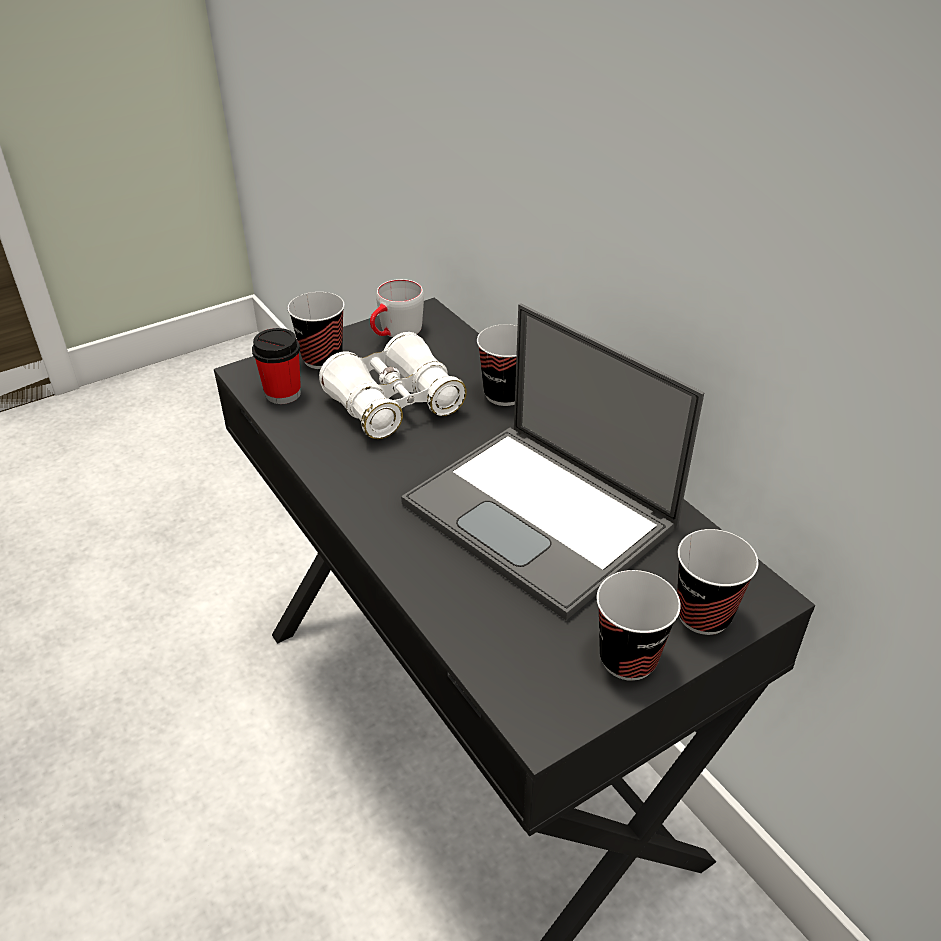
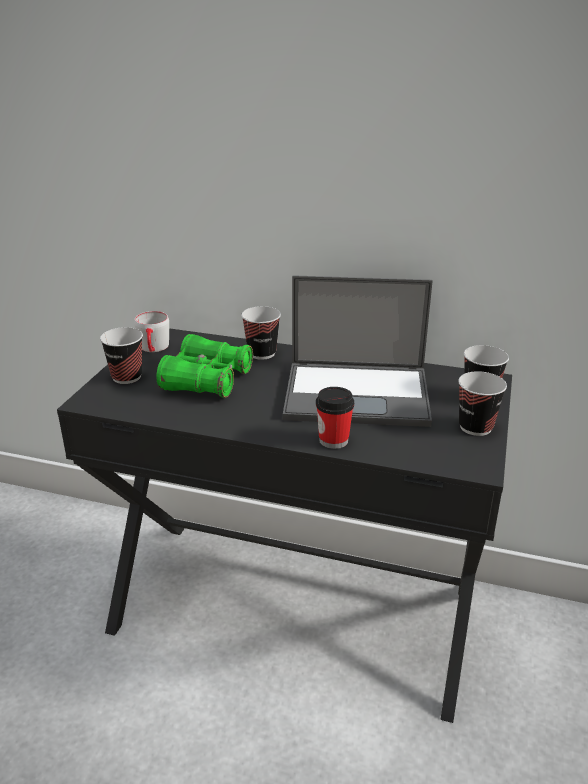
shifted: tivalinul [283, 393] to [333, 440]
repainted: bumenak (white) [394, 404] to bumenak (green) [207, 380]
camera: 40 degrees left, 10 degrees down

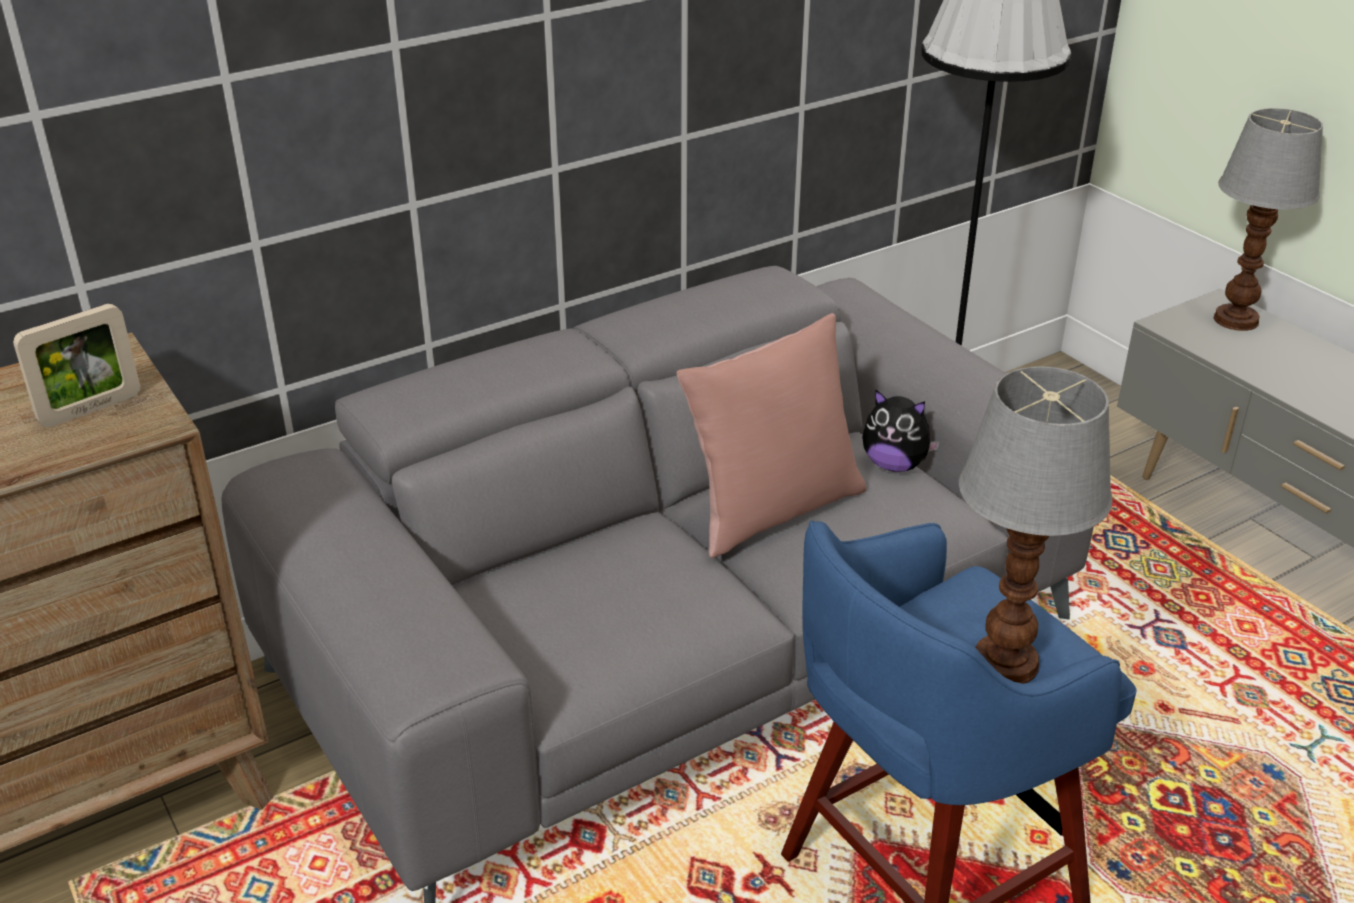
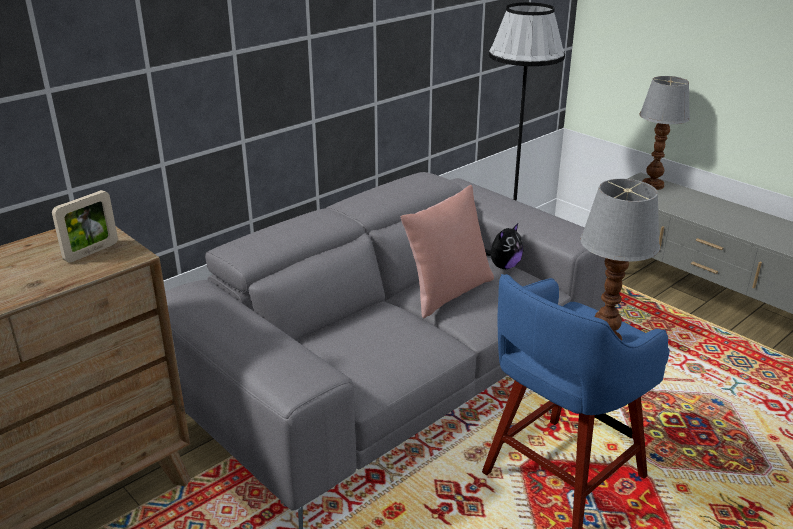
rotated: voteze [895, 465] = [503, 266] 60 degrees counterclockwise
camera: 10 degrees left, 5 degrees down

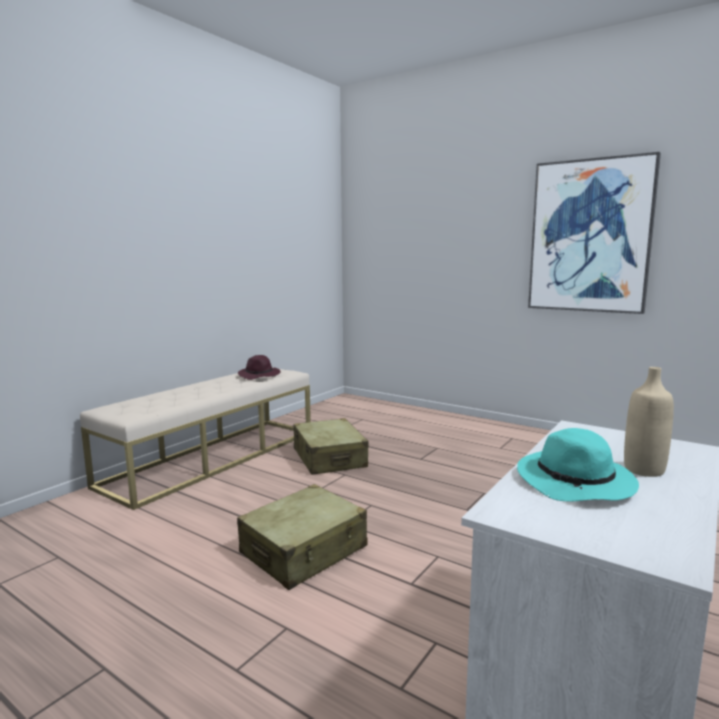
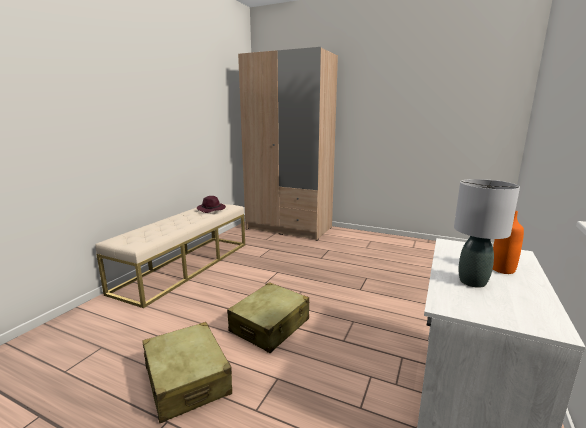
gone: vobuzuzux [590, 236]
new: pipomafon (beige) [289, 228]
shifted: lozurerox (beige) [329, 458] to [187, 380]
swapped: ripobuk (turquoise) [576, 483] to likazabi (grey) [473, 282]
repainted: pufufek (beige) [644, 470] to pufufek (orange) [502, 269]
camera: 10 degrees left, 5 degrees up

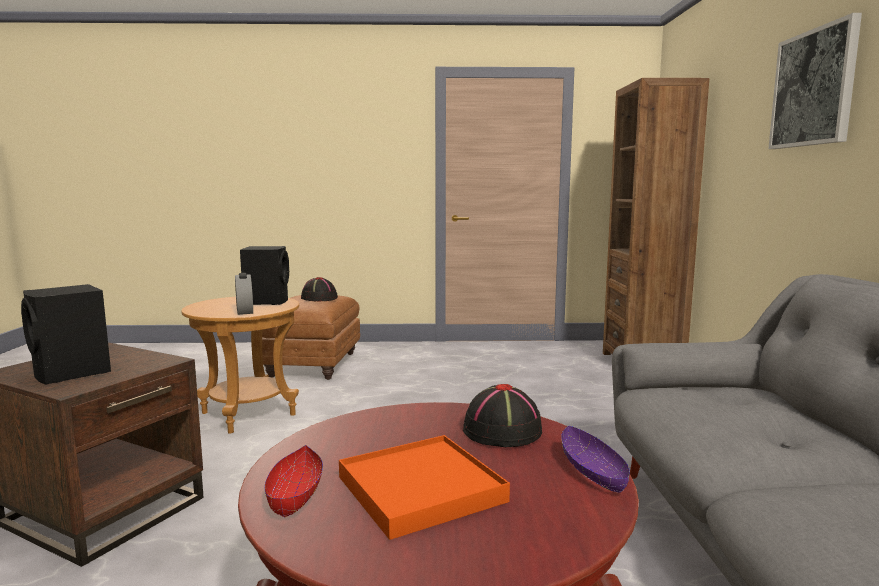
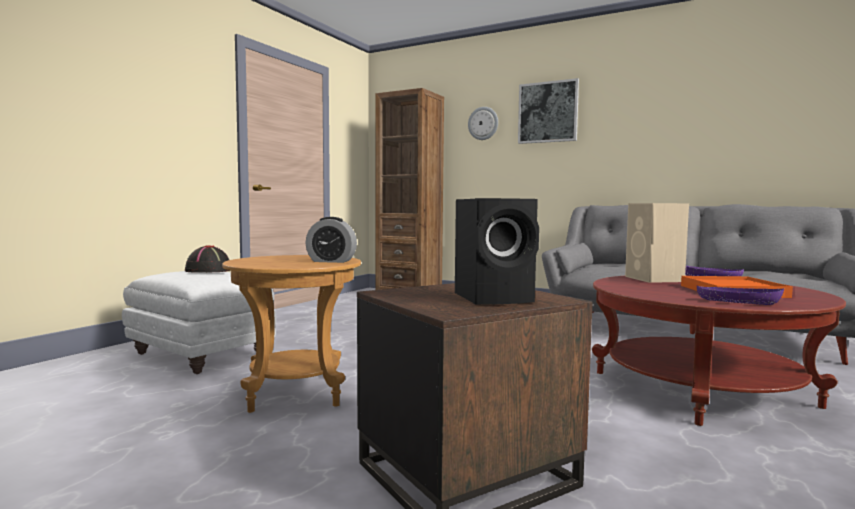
gone: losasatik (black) [267, 301]
new: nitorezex [483, 123]
swapped: ripobuk (black) [502, 431] to losasatik (beige) [654, 279]
repainted: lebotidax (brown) [313, 364] to lebotidax (white) [199, 355]; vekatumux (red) [295, 492] to vekatumux (purple) [738, 302]
camera: 60 degrees left, 5 degrees down

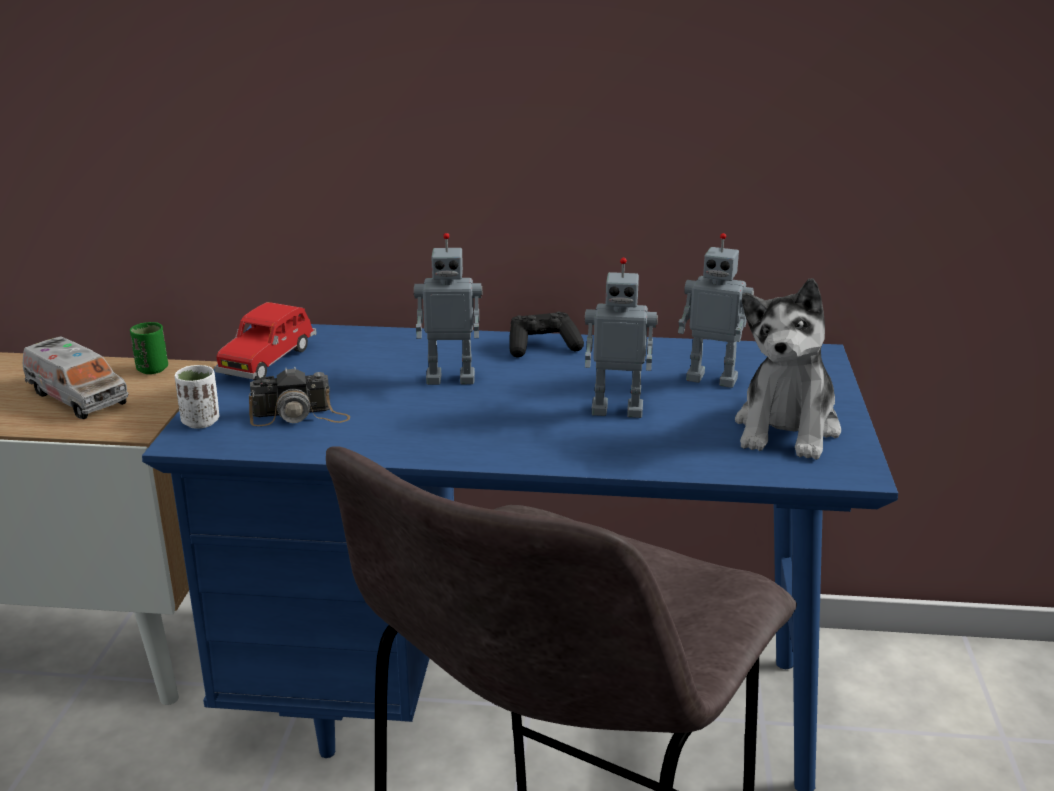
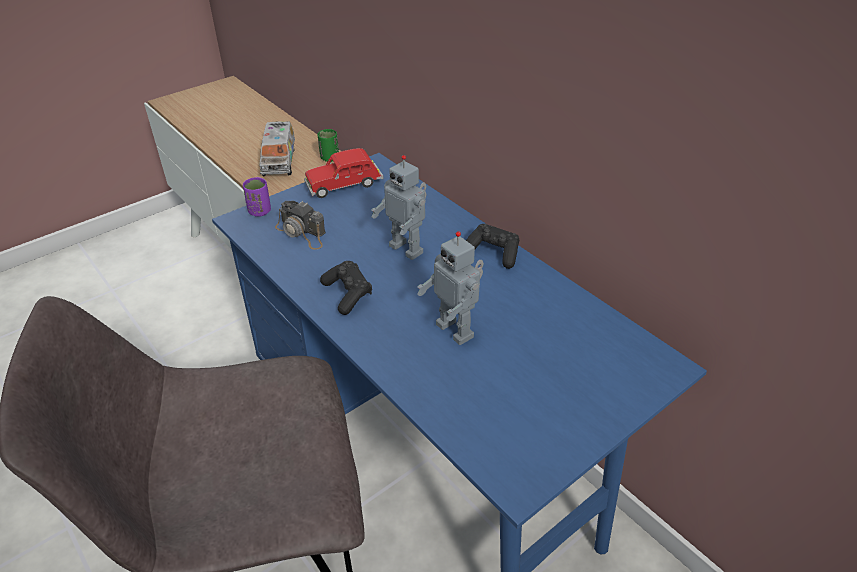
gone: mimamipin [712, 379]; voteze [787, 429]
new: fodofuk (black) [348, 294]
repainted: tivalinul (white) [201, 422] to tivalinul (purple) [259, 211]
camera: 45 degrees right, 15 degrees up

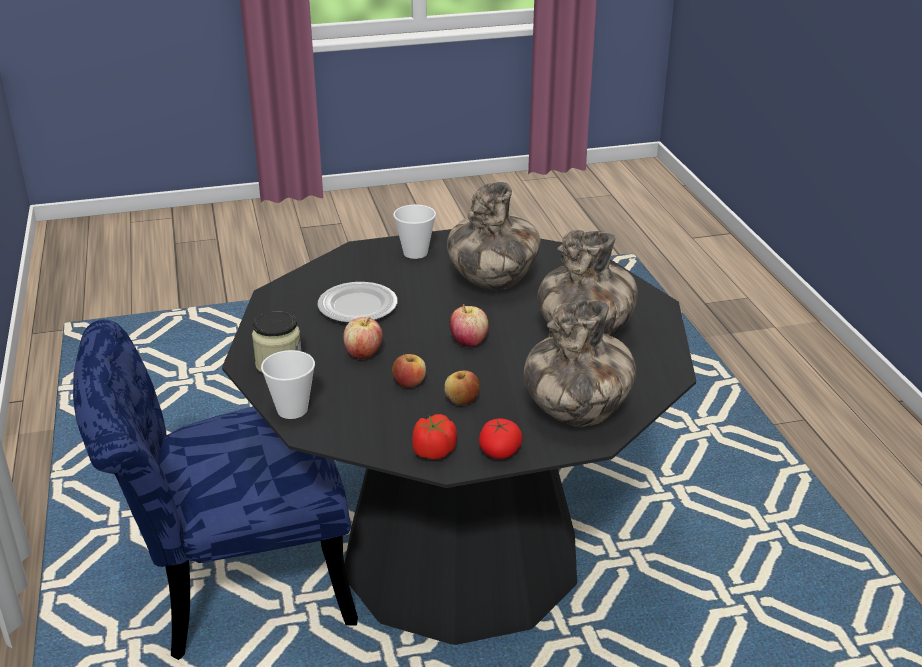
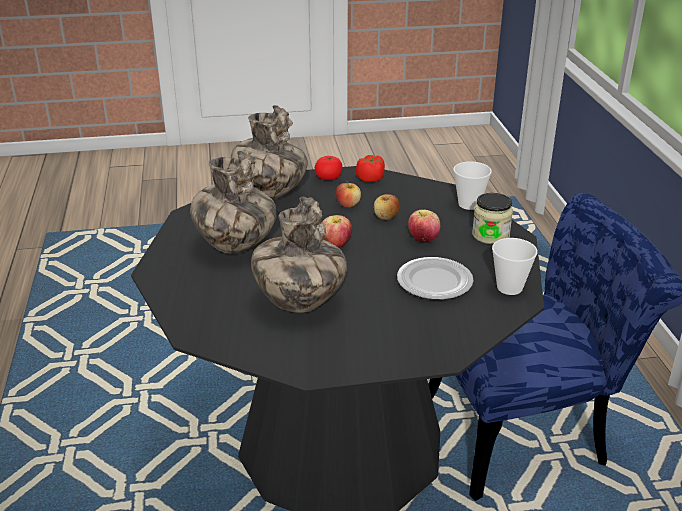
shifted: tivalinul [415, 253] to [509, 287]
camera: 175 degrees left, 0 degrees up

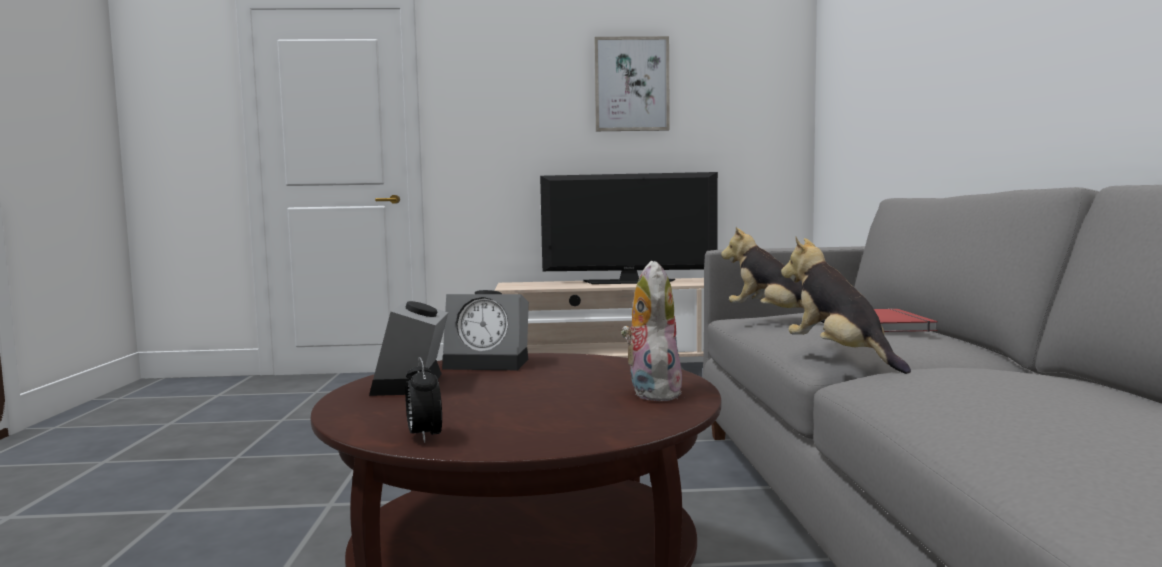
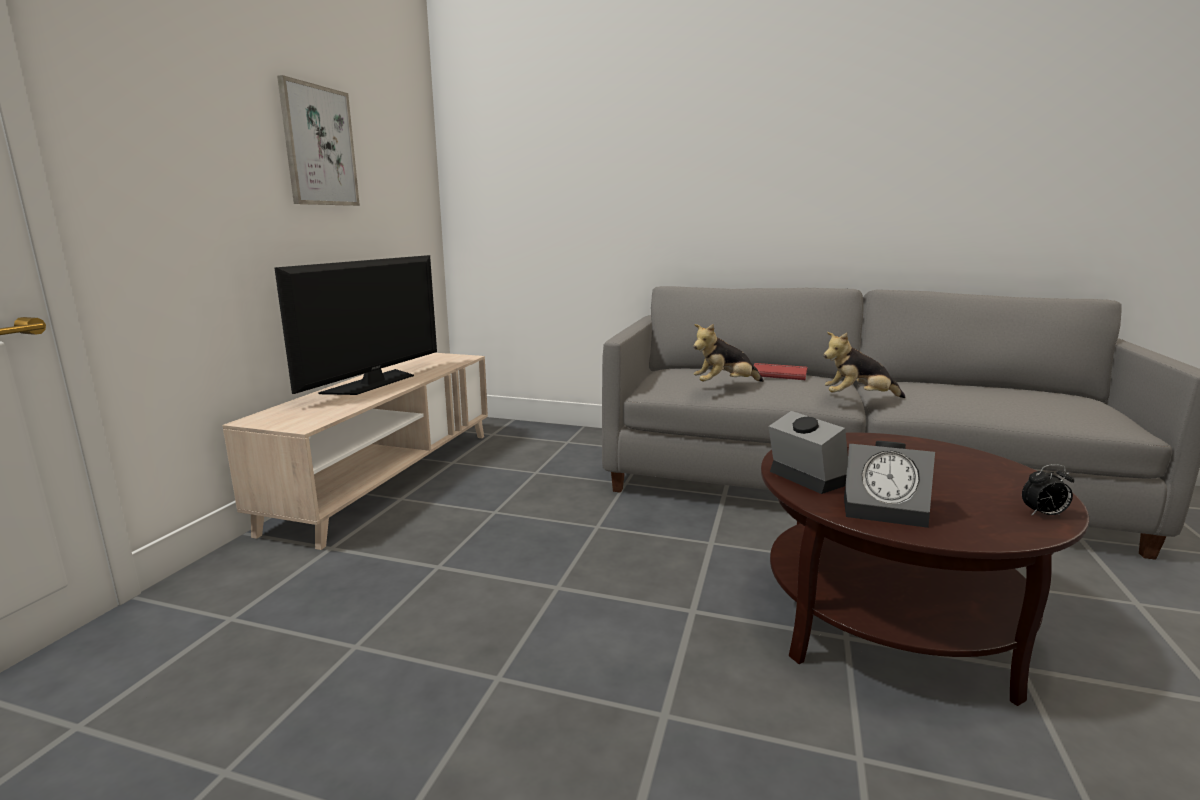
gone: voteze [651, 392]
rotated: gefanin [490, 363] = [804, 477] 60 degrees counterclockwise
camera: 70 degrees left, 10 degrees up

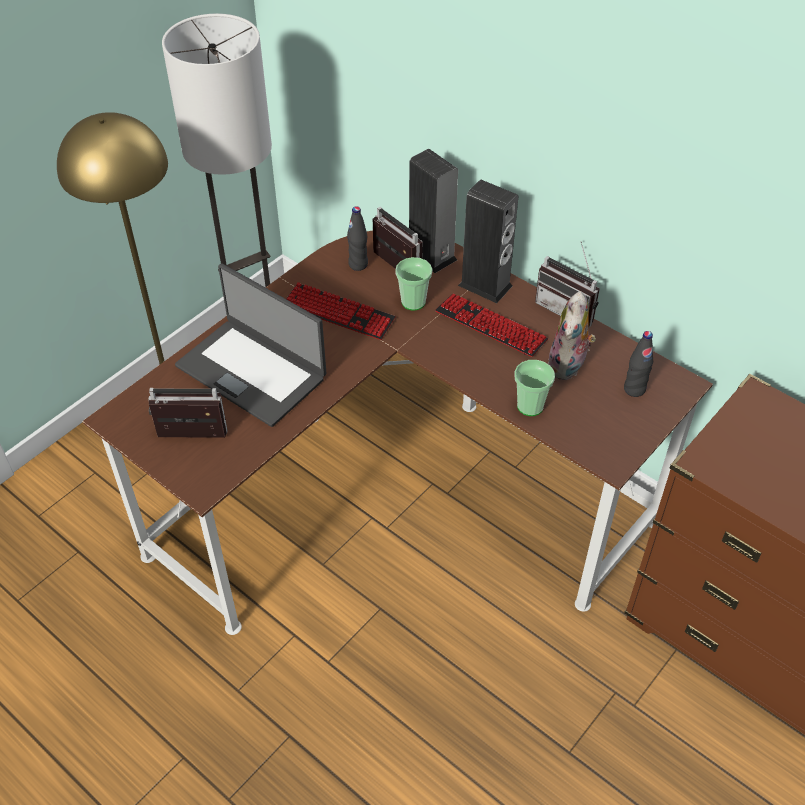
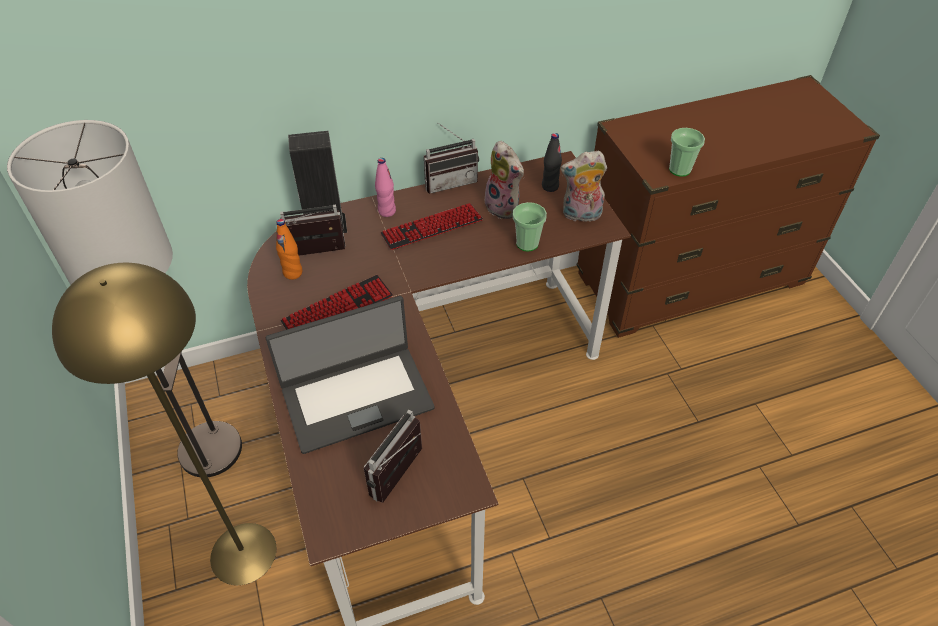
new: voteze [580, 215]
shifted: tivalinul [413, 302] to [679, 169]
swapped: losasatik [485, 285] to pufufek (pink) [387, 211]
repainted: pufufek (black) [358, 264] to pufufek (orange) [293, 273]
camera: 60 degrees left, 0 degrees up

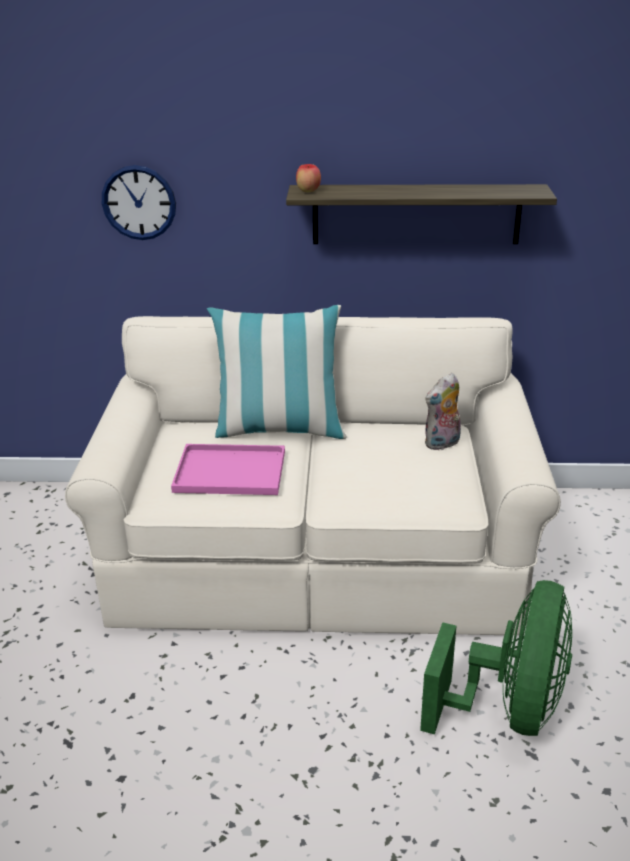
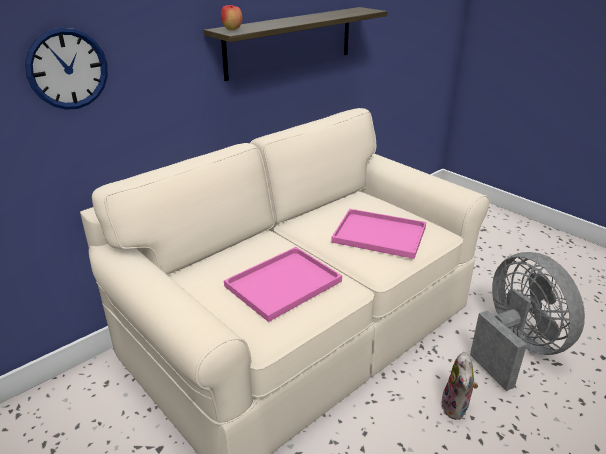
gone: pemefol [279, 429]
new: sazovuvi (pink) [377, 234]
shifted: voteze [442, 444] to [456, 408]
repainted: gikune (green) [508, 709] to gikune (grey) [516, 348]
camera: 45 degrees left, 0 degrees up

